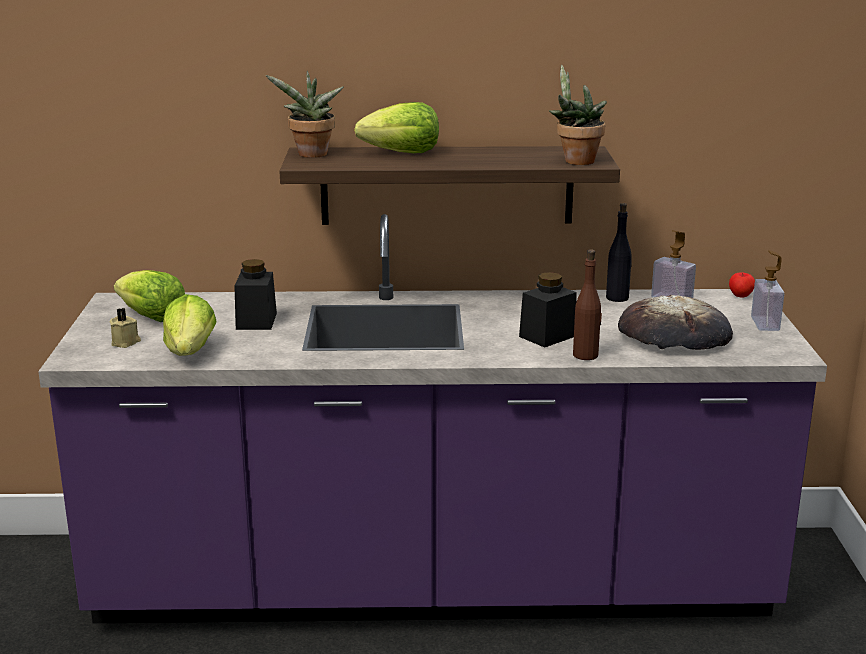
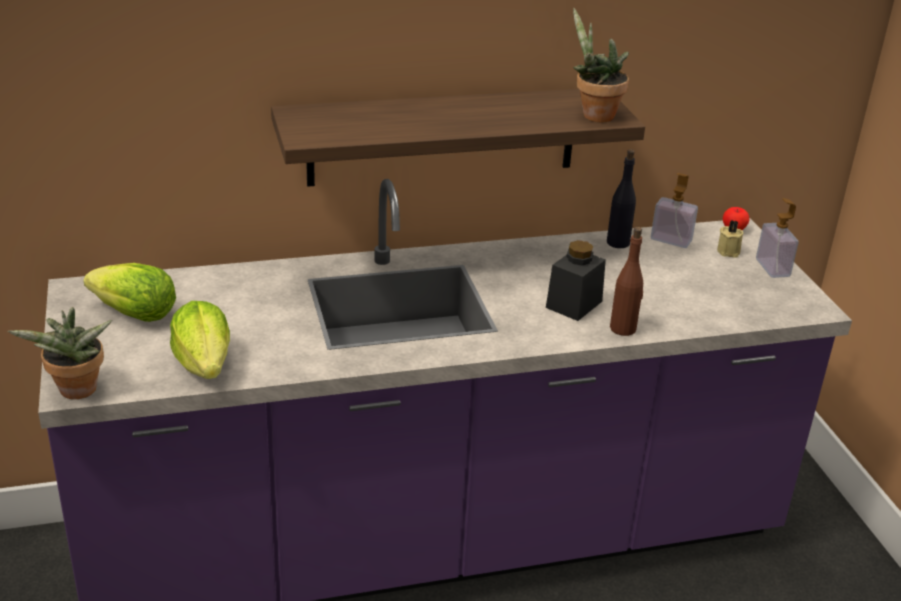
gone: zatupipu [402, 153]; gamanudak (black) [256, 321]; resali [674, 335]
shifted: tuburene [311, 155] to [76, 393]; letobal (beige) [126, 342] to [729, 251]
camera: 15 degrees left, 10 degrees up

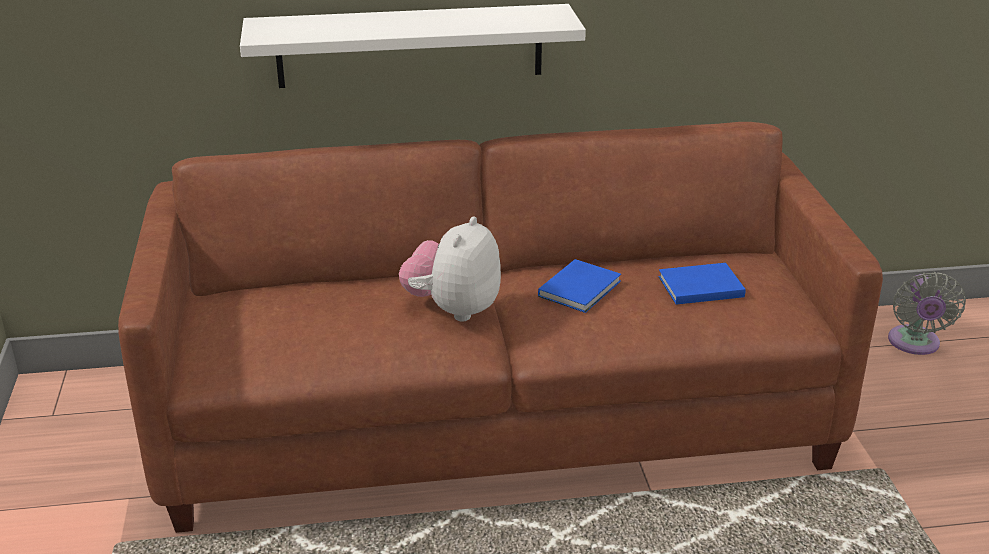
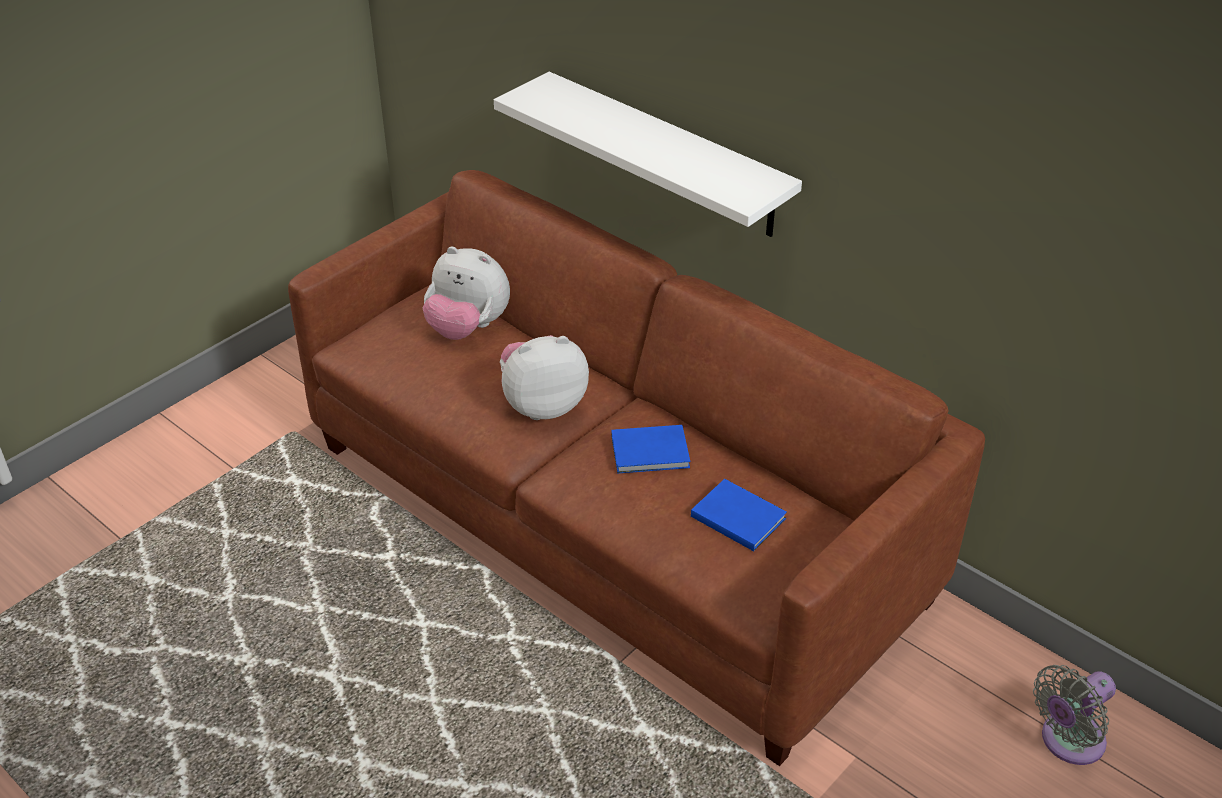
new: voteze [468, 328]
camera: 50 degrees right, 10 degrees up

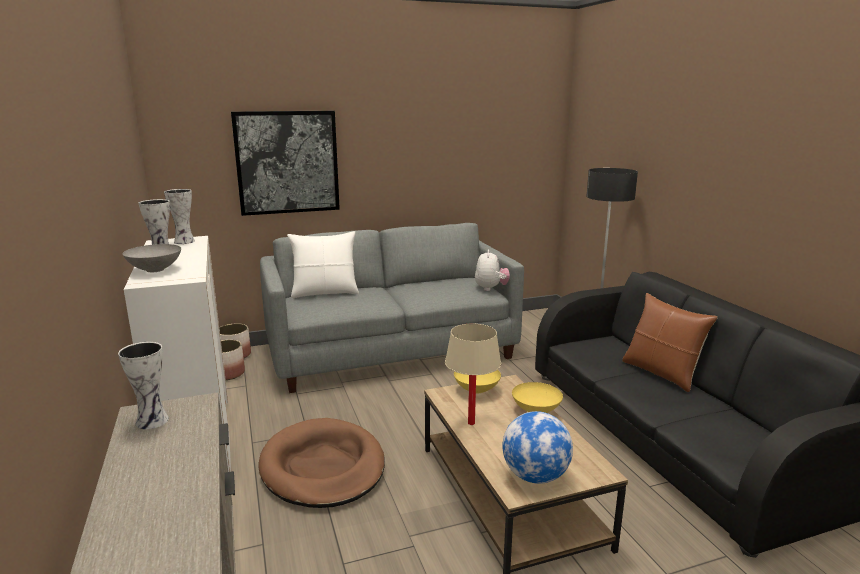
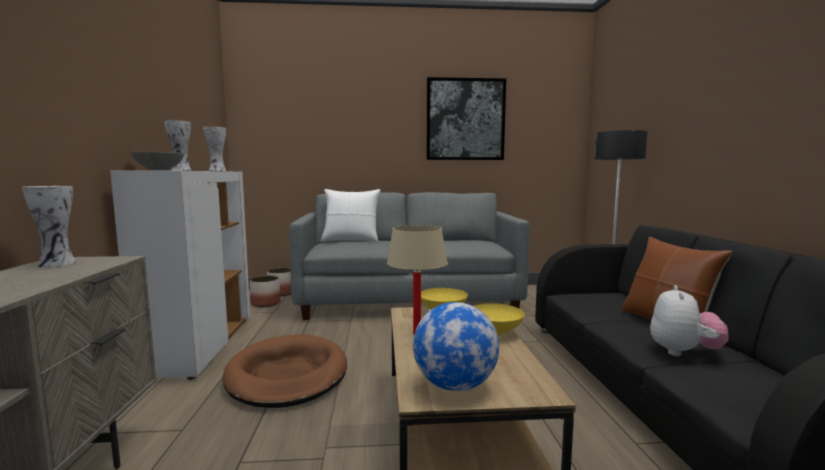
shifted: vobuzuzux [287, 162] to [465, 119]; voteze [492, 289] to [683, 352]
camera: 15 degrees right, 10 degrees down

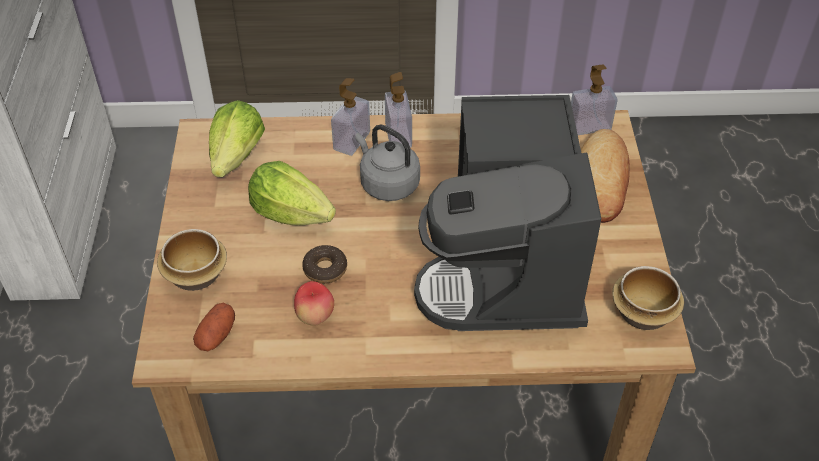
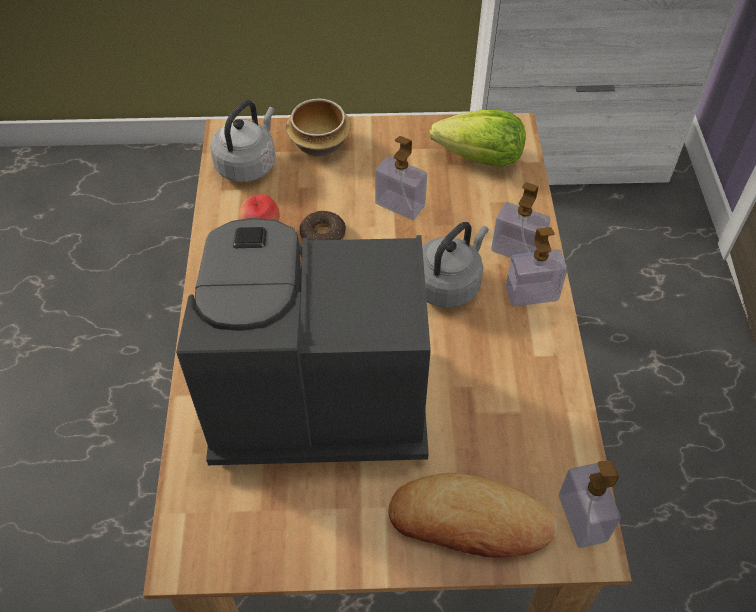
gone: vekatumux [641, 314]
swapped: zatupipu [291, 213] to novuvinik [400, 205]; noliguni [216, 335] to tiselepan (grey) [248, 164]
camera: 90 degrees right, 5 degrees up

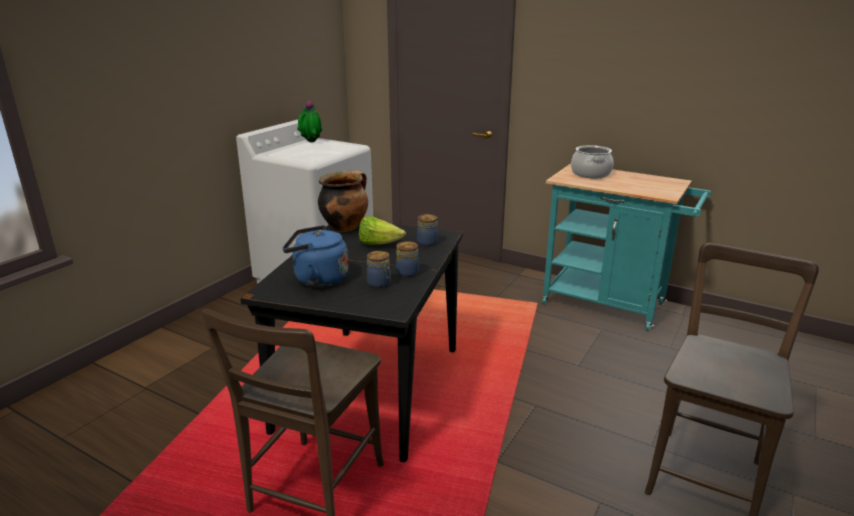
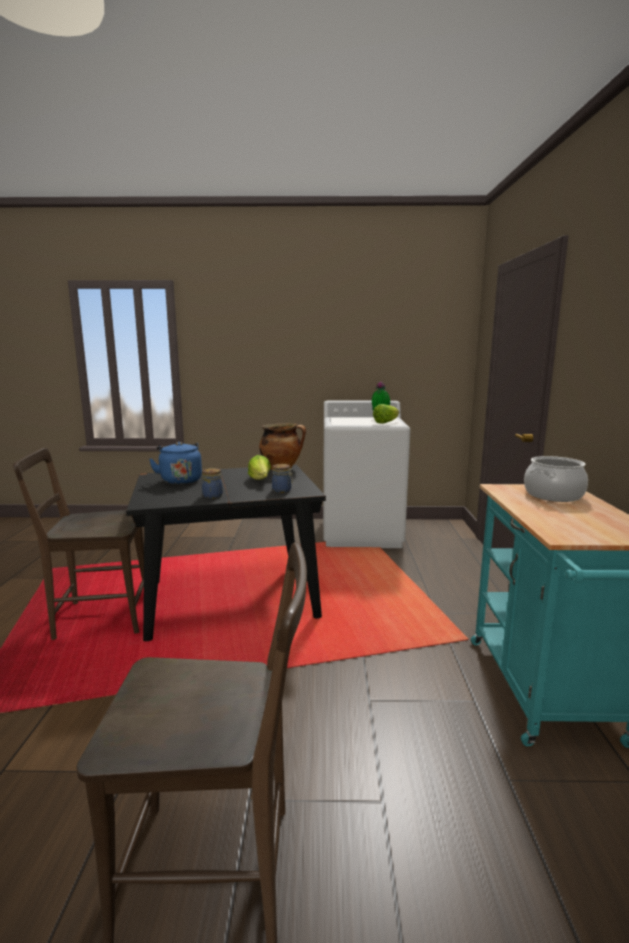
gone: gamanudak [379, 284]
new: zatupipu [386, 422]
camera: 60 degrees right, 10 degrees down

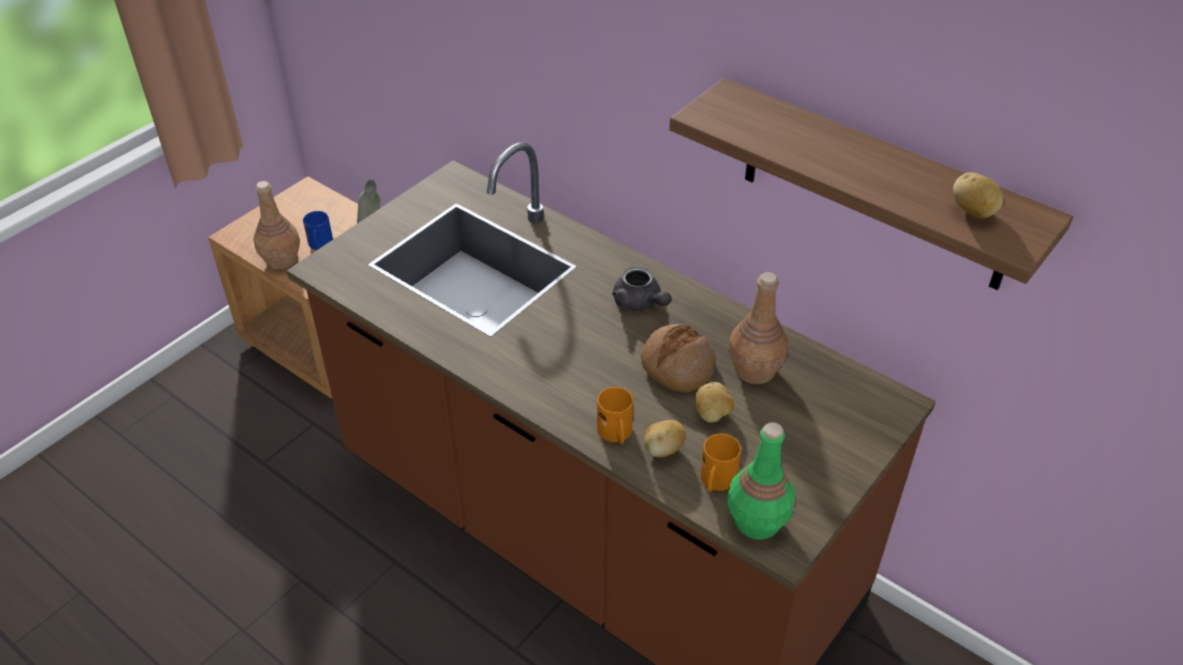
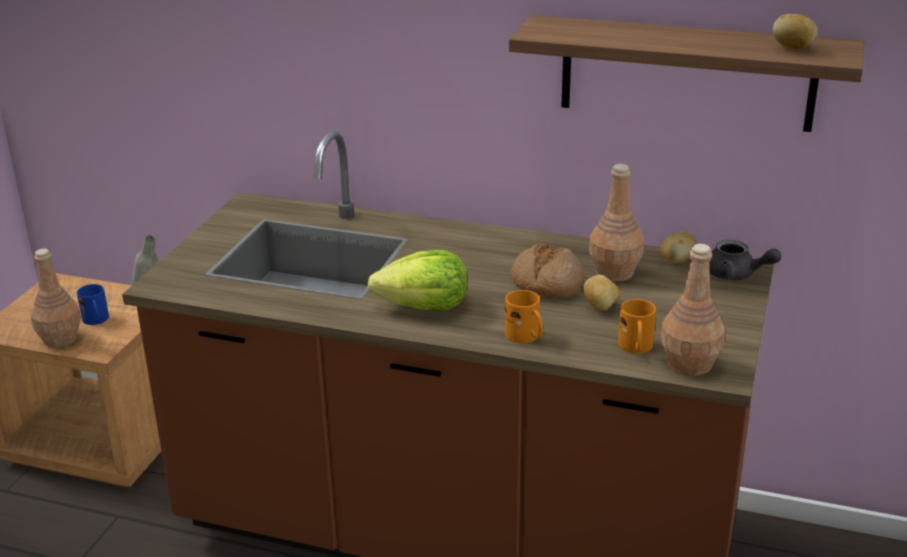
new: zatupipu [424, 306]
shifted: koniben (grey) [640, 303] to [736, 275]; noliguni [663, 450] to [677, 261]
repainted: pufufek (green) [757, 520] to pufufek (brown) [689, 364]
camera: 20 degrees left, 15 degrees down

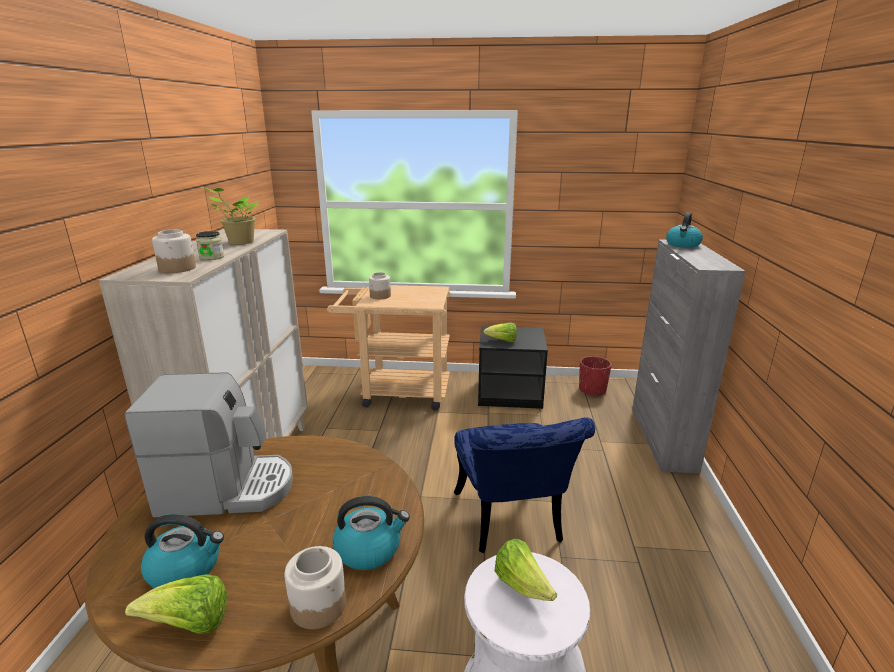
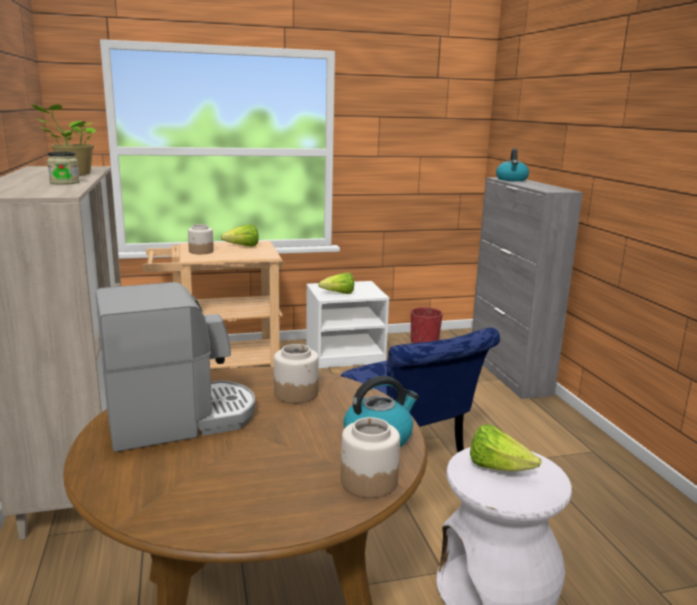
gone: tiselepan [186, 569]
shifted: gamanudak [178, 268] to [296, 393]; zatupipu [189, 625] to [243, 247]
repainted: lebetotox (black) [510, 394] to lebetotox (white) [345, 354]
camera: 20 degrees left, 5 degrees down

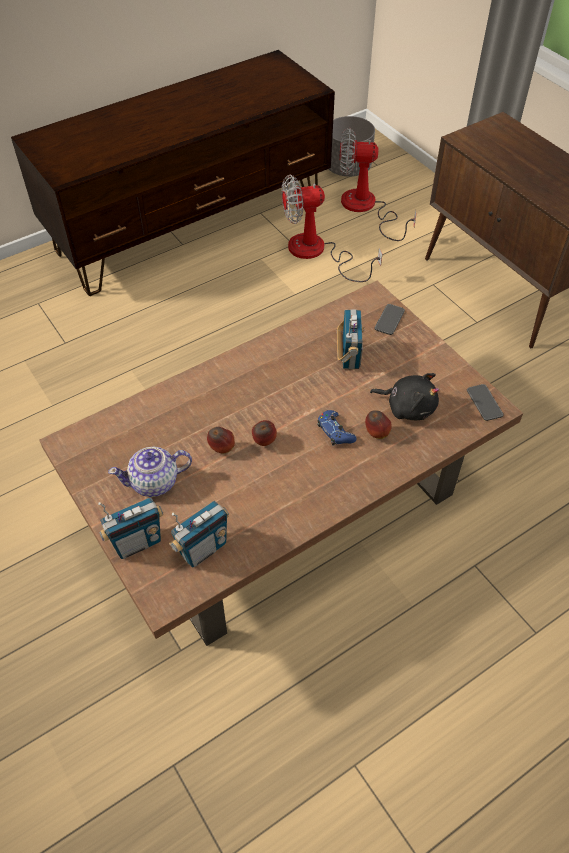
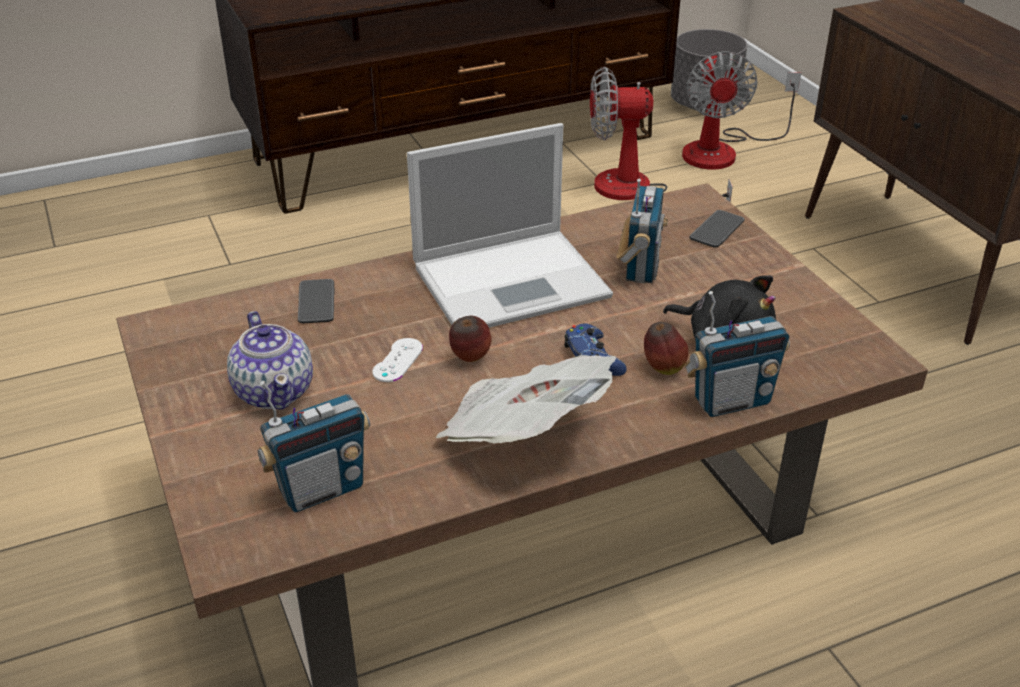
new: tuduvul [514, 280]; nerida [523, 433]
shifted: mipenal [484, 403] to [316, 302]; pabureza [137, 542] to [731, 401]
swapped: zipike [222, 449] to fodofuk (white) [398, 360]
rotated: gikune [366, 208] = [723, 150] 105 degrees counterclockwise; koniben [155, 482] = [275, 391] 105 degrees counterclockwise
camera: 10 degrees right, 15 degrees down

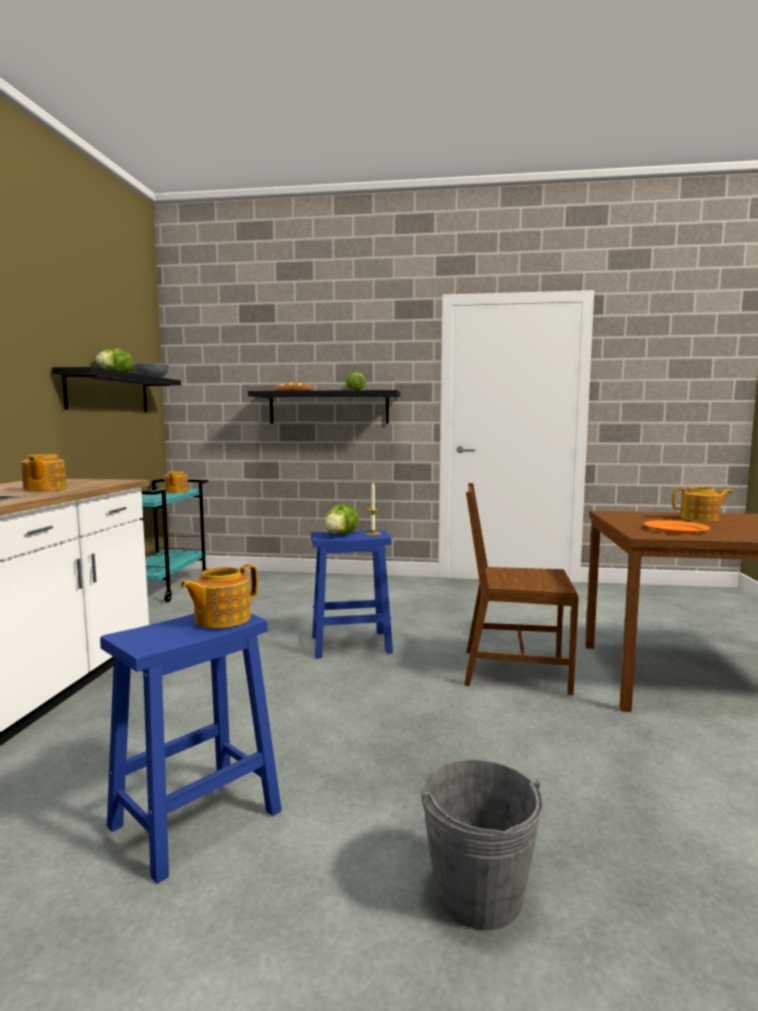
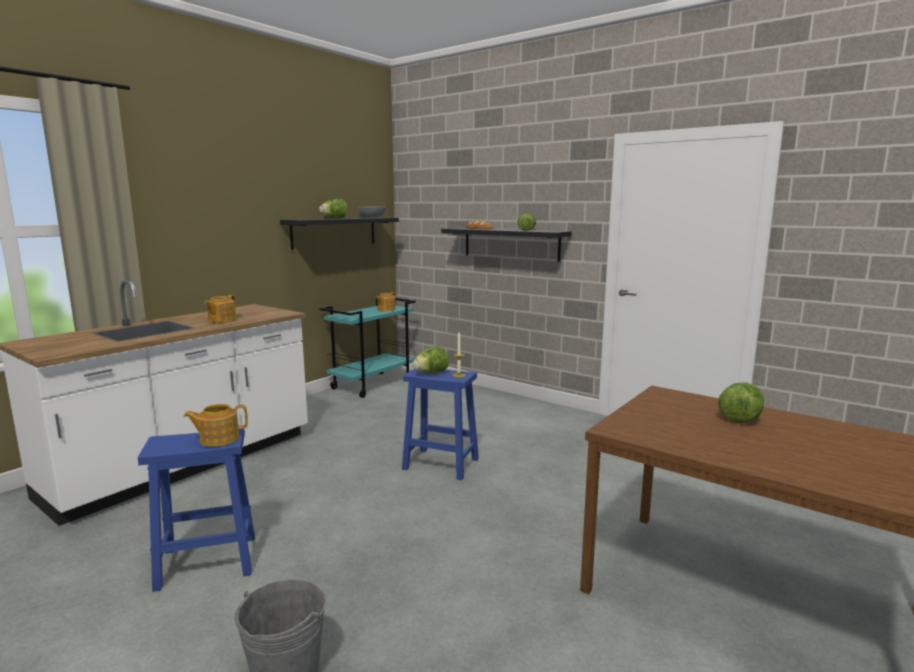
gone: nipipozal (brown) [514, 670]; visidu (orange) [675, 529]
swapped: koniben [700, 518] to zatupipu [740, 418]
camera: 30 degrees right, 5 degrees up

